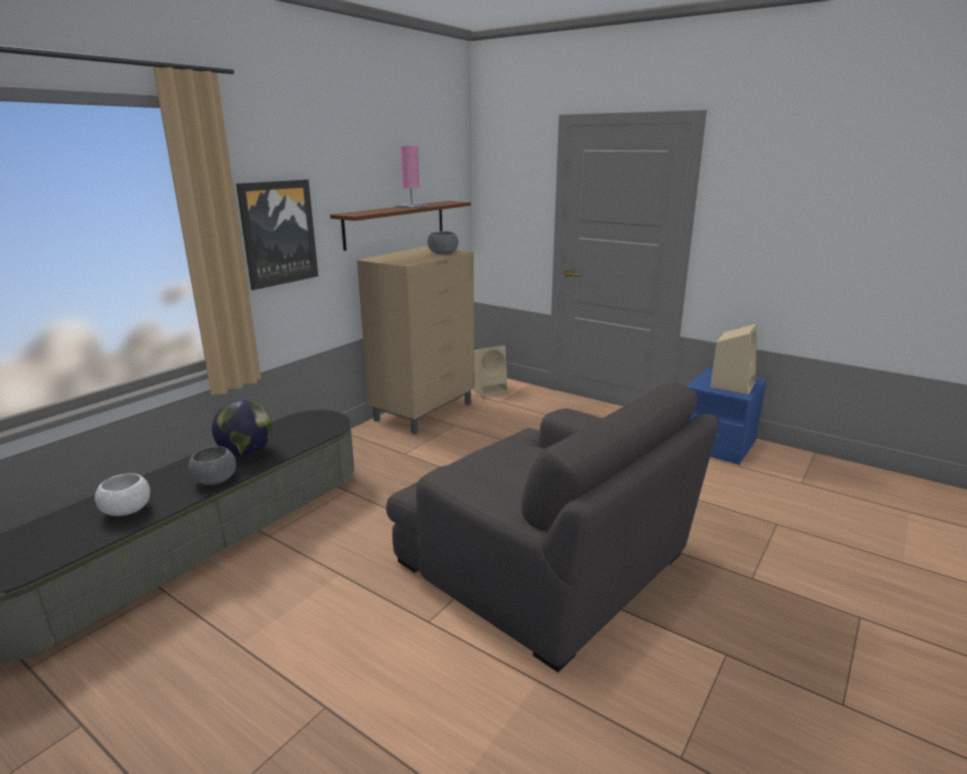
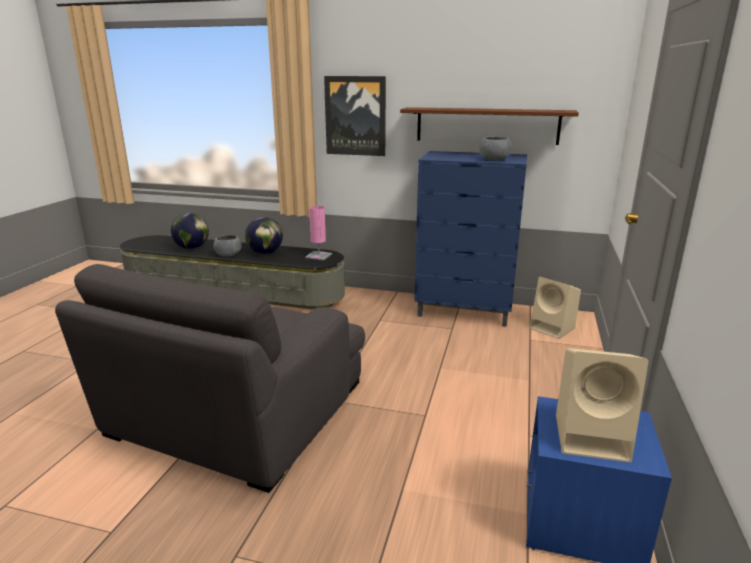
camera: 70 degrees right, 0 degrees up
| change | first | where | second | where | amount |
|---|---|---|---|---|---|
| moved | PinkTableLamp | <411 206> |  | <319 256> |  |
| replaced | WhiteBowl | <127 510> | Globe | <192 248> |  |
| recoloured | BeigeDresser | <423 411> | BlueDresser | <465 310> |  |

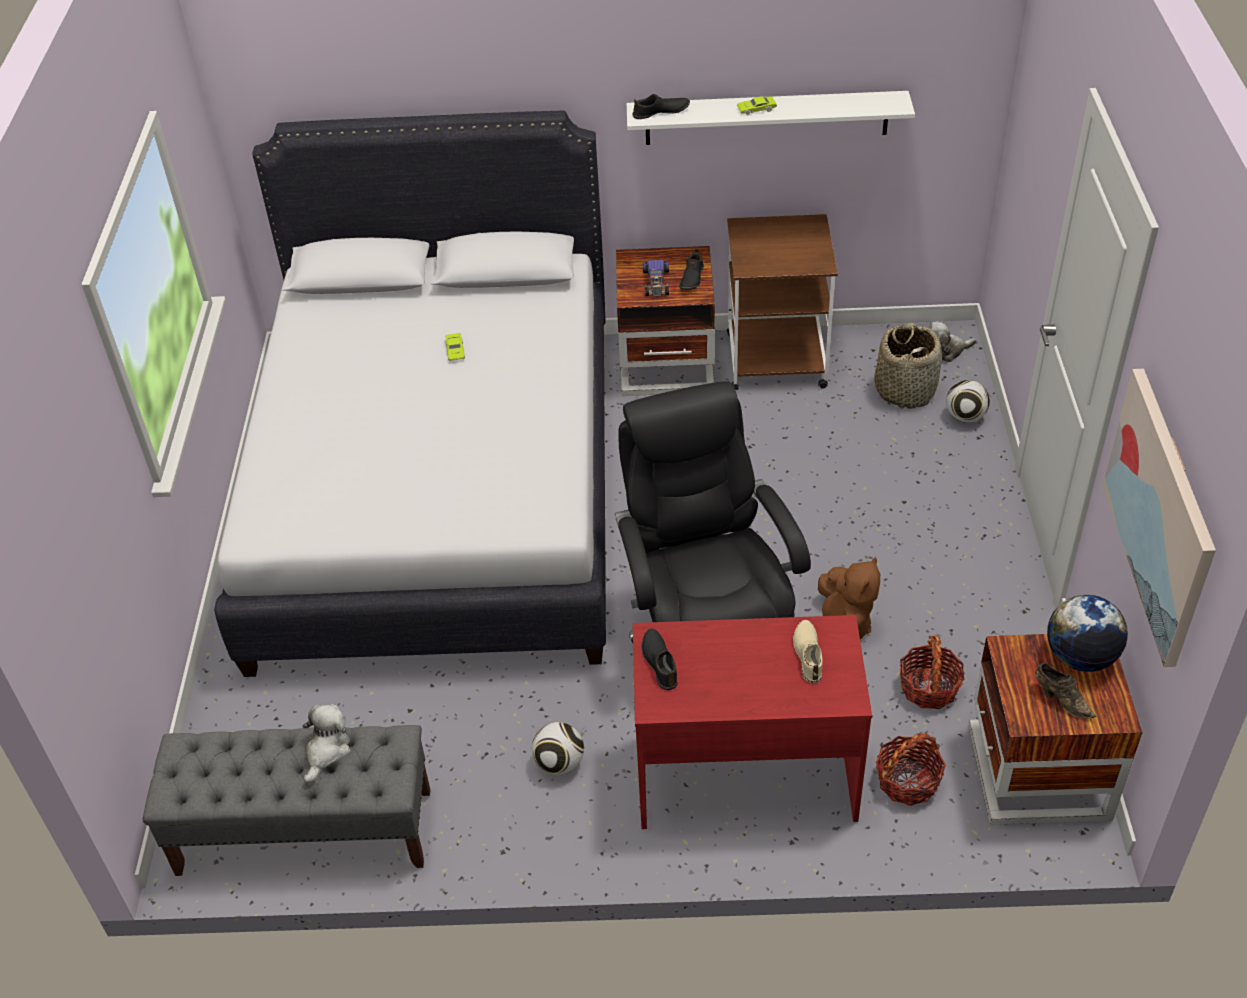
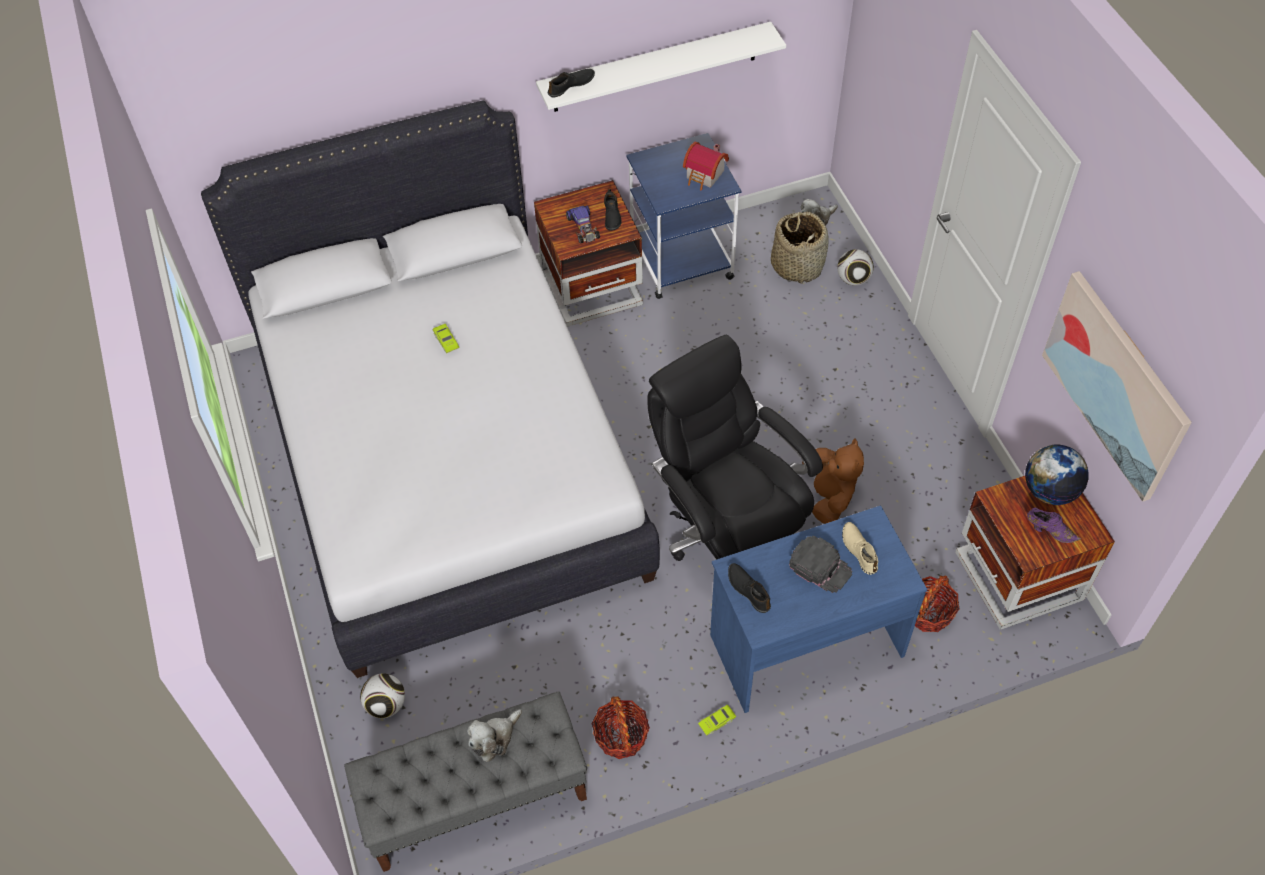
camera: 20 degrees left, 10 degrees up
| change | first | where | second | where | amount |
|---|---|---|---|---|---|
| added |  |  | ToyHouse | <705 176> |  |
| added |  |  | BlackCap | <820 567> |  |
| moved | Football | <559 763> |  | <386 704> |  |
| moved | GreenToyCar | <756 109> |  | <717 721> |  |
| moved | Basket | <929 688> |  | <621 736> |  |
| recoloured | RedDesk | <744 775> | BlueDesk | <805 643> |  |
| recoloured | BrownCart | <778 359> | BlueCart | <683 260> |  |
| recoloured | BrownShoe | <1061 700> | PurpleShoe | <1049 531> |  |
| turned | PlushToy | <326 751> |  | <494 738> | 135 degrees counterclockwise |

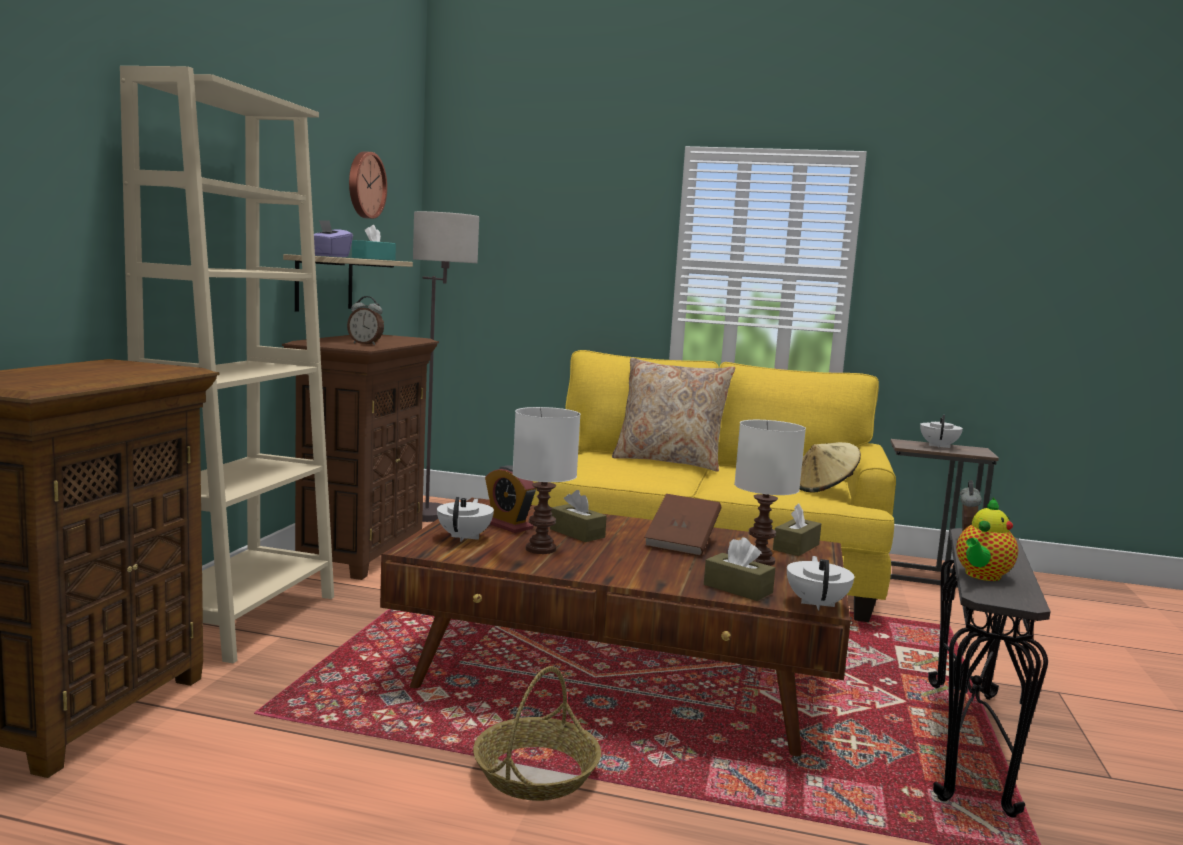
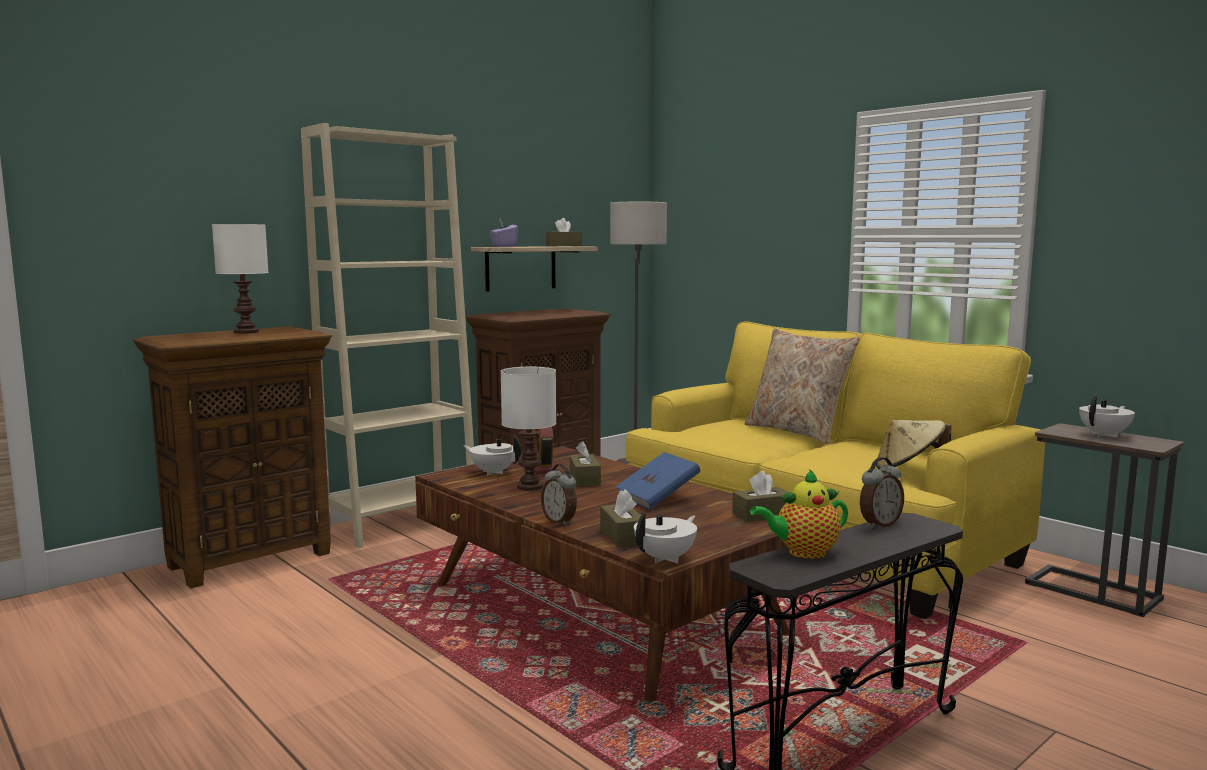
camera: 35 degrees right, 0 degrees up
| change | first | where | second | where | amount |
|---|---|---|---|---|---|
| removed | WallClock | <365 185> |  |  |  |
| removed | Basket | <536 772> |  |  |  |
| moved | AlarmClock | <366 344> |  | <560 521> |  |
| moved | WhiteTableLamp | <759 560> |  | <247 332> |  |
| recoloured | TurquoiseTissueBox | <373 259> | BrownTissueBox | <564 246> |  |
| recoloured | BrownBook | <682 543> | BlueBook | <657 498> |  |
| turned | WhiteTeapot | <465 537> |  | <493 472> | 105 degrees counterclockwise |

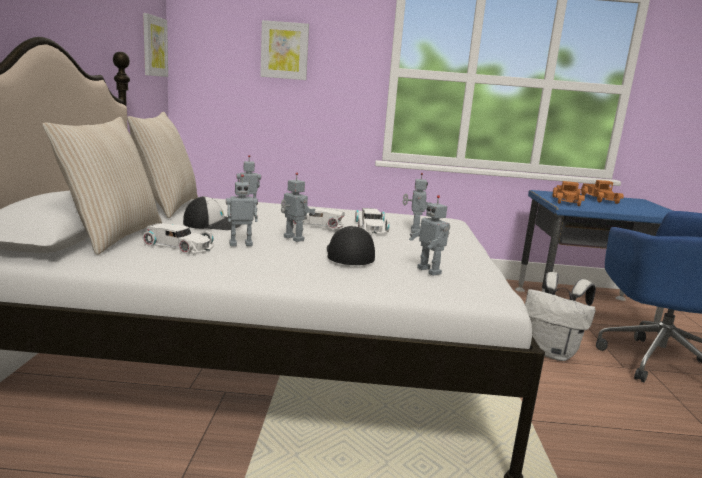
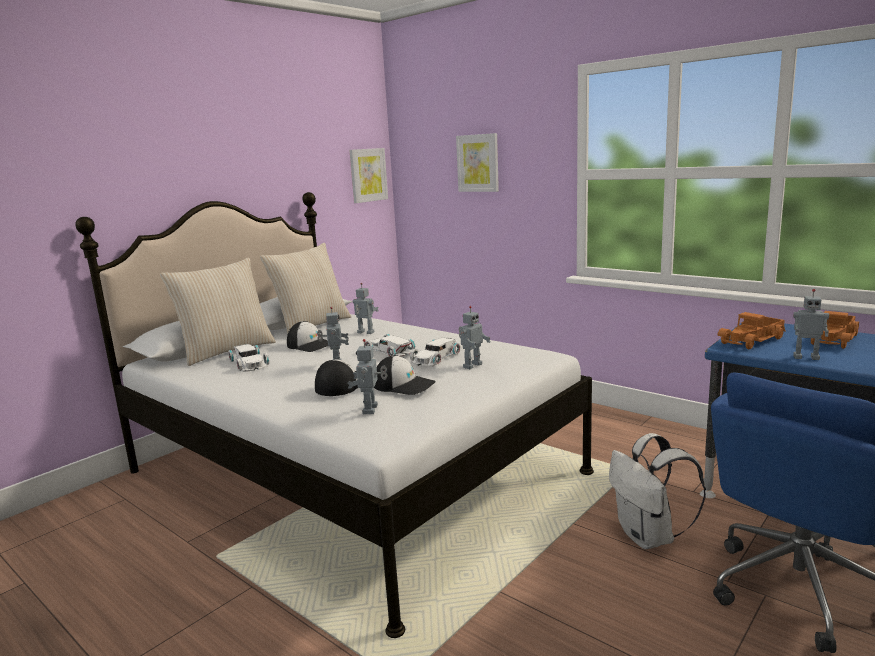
camera: 40 degrees right, 0 degrees up
| change | first | where | second | where | amount |
|---|---|---|---|---|---|
| added |  |  | Cap | <404 385> |  |
| moved | ToyRobot | <241 244> |  | <806 357> |  |

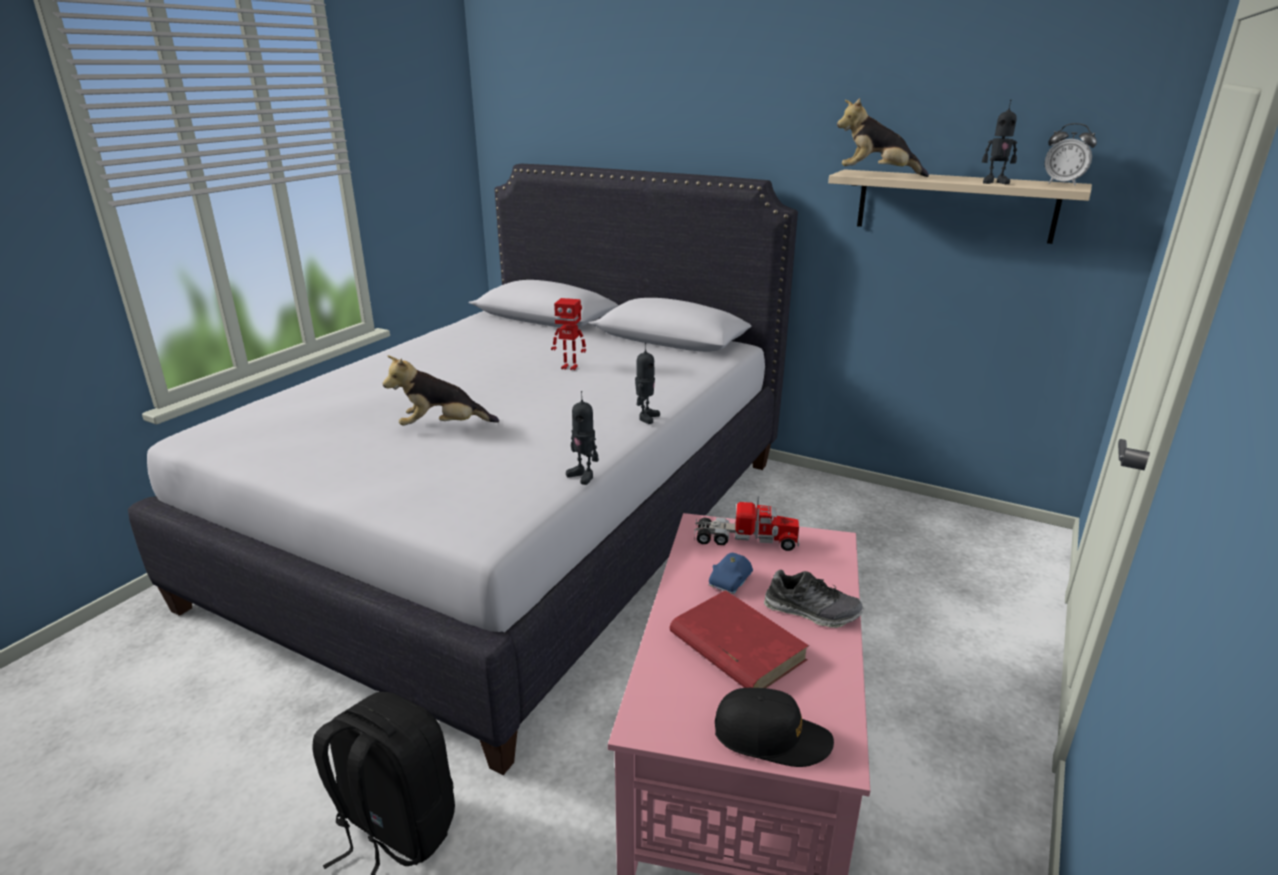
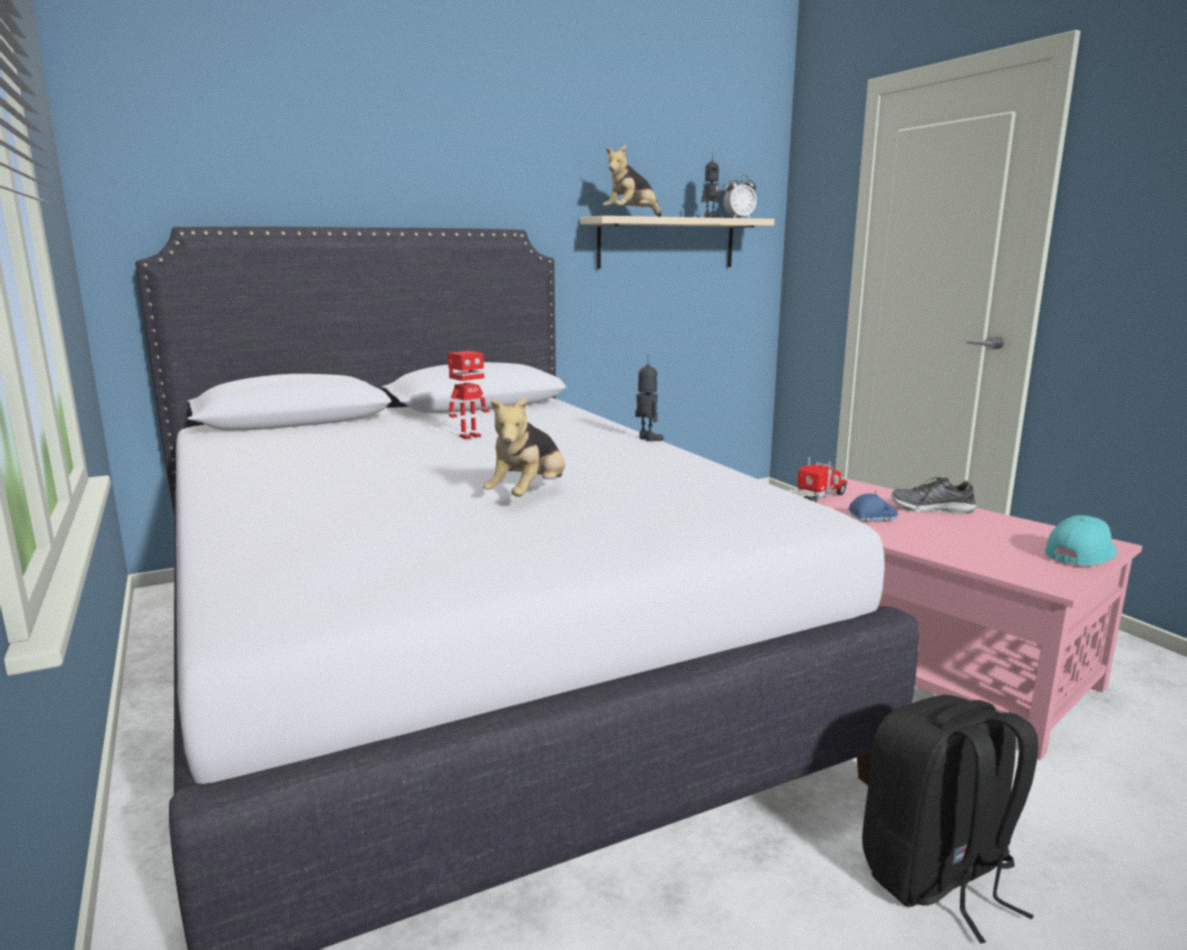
camera: 55 degrees left, 10 degrees down
| change | first | where | second | where | amount |
|---|---|---|---|---|---|
| removed | ToyRobot | <583 476> |  |  |  |
| removed | RedBook | <736 646> |  |  |  |
| recoloured | BlackCap | <771 737> | TurquoiseCap | <1080 553> |  |
| turned | BlueToyCar | <731 582> |  | <871 518> | 75 degrees counterclockwise |
| turned | Shoe | <811 611> |  | <932 509> | 135 degrees counterclockwise |

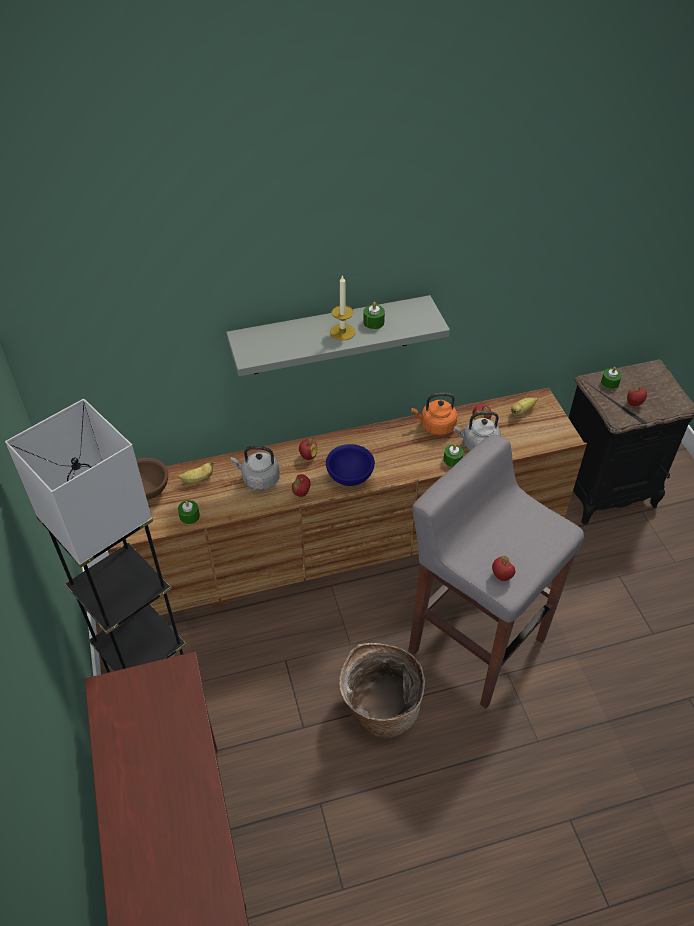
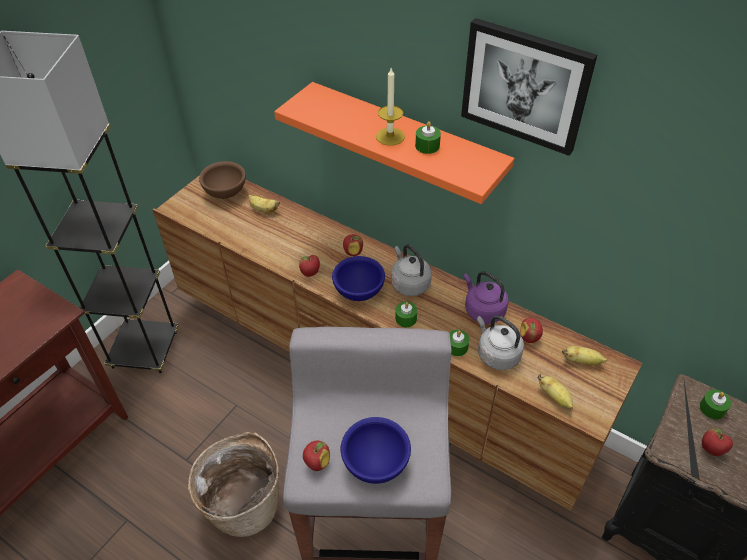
camera: 50 degrees right, 0 degrees up
| change | first | where | second | where | amount |
|---|---|---|---|---|---|
| added |  |  | BlueBowl | <376 464> |  |
| added |  |  | Picture | <525 85> |  |
| added |  |  | Banana | <555 397> |  |
| moved | GreenCandle | <189 516> |  | <406 318> |  |
| moved | GreyKettle | <258 479> |  | <409 283> |  |
| recoloured | GreyShelf | <330 336> | OrangeShelf | <406 144> |  |
| recoloured | OrangeKettle | <435 426> | PurpleKettle | <483 310> |  |

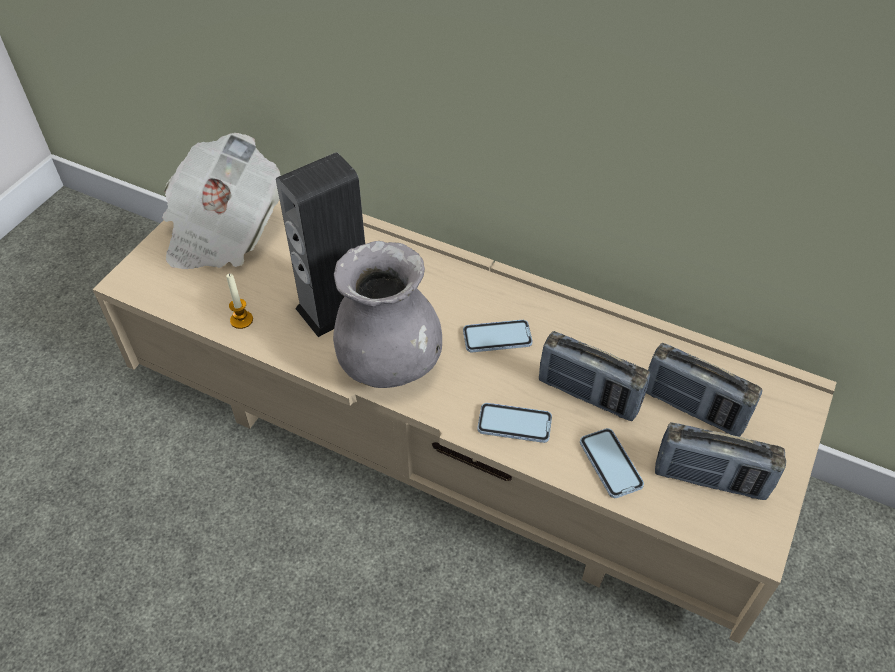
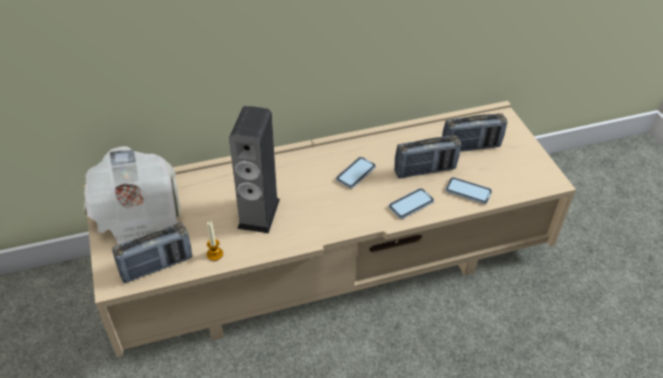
camera: 45 degrees left, 5 degrees down
| change | first | where | second | where | amount |
|---|---|---|---|---|---|
| removed | GreyVase | <389 362> |  |  |  |
| moved | Radio | <710 479> |  | <157 266> |  |

